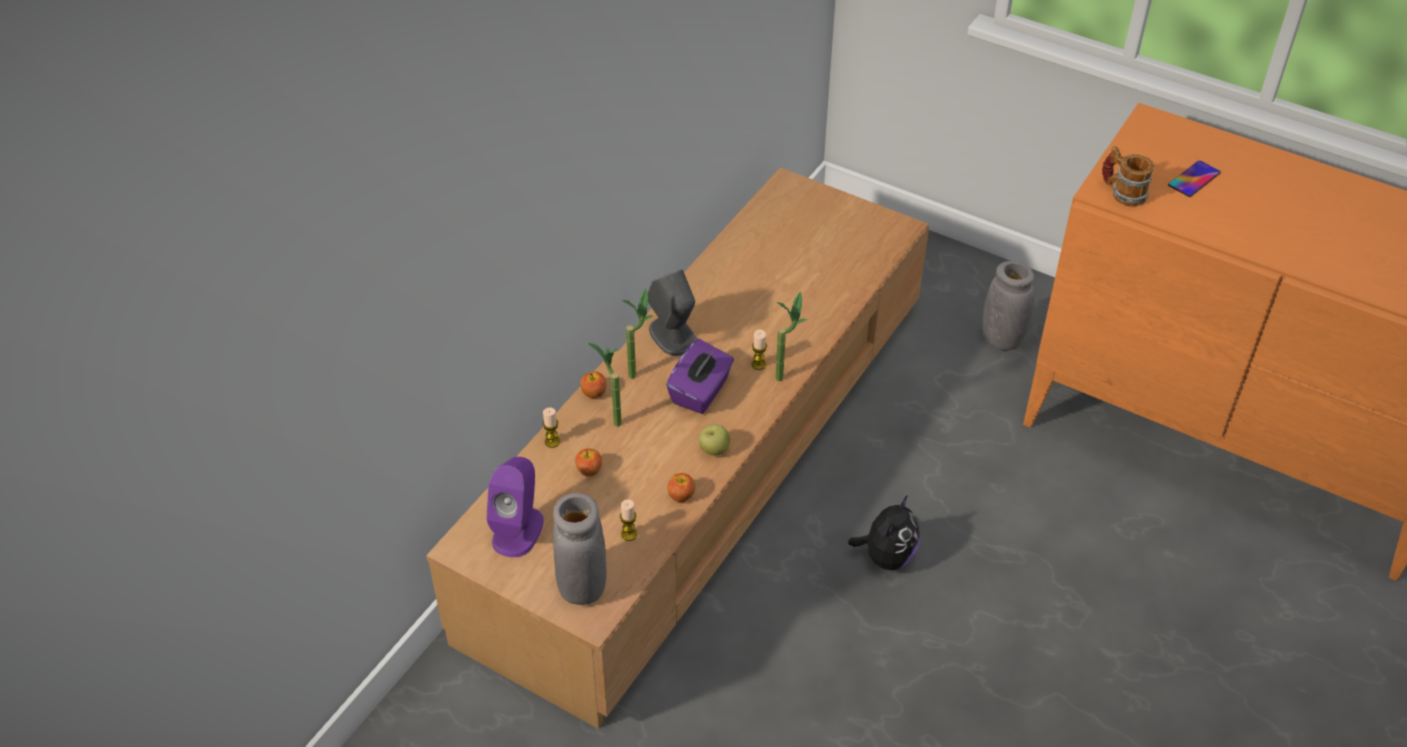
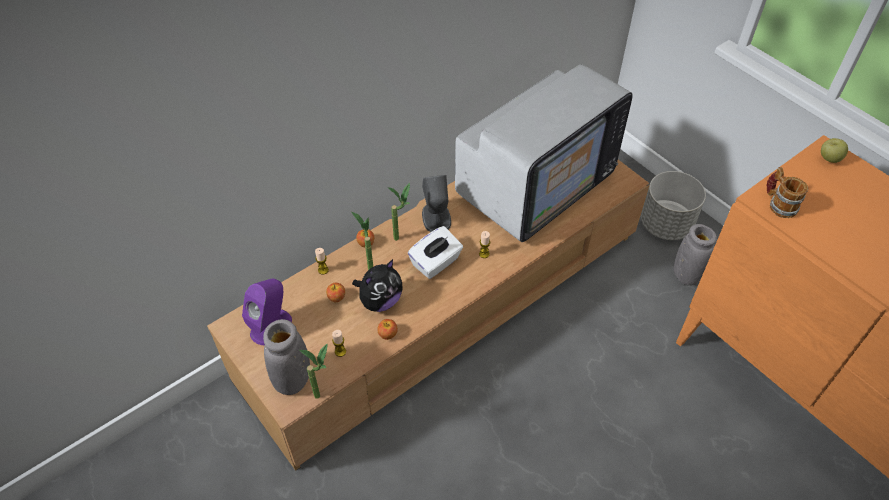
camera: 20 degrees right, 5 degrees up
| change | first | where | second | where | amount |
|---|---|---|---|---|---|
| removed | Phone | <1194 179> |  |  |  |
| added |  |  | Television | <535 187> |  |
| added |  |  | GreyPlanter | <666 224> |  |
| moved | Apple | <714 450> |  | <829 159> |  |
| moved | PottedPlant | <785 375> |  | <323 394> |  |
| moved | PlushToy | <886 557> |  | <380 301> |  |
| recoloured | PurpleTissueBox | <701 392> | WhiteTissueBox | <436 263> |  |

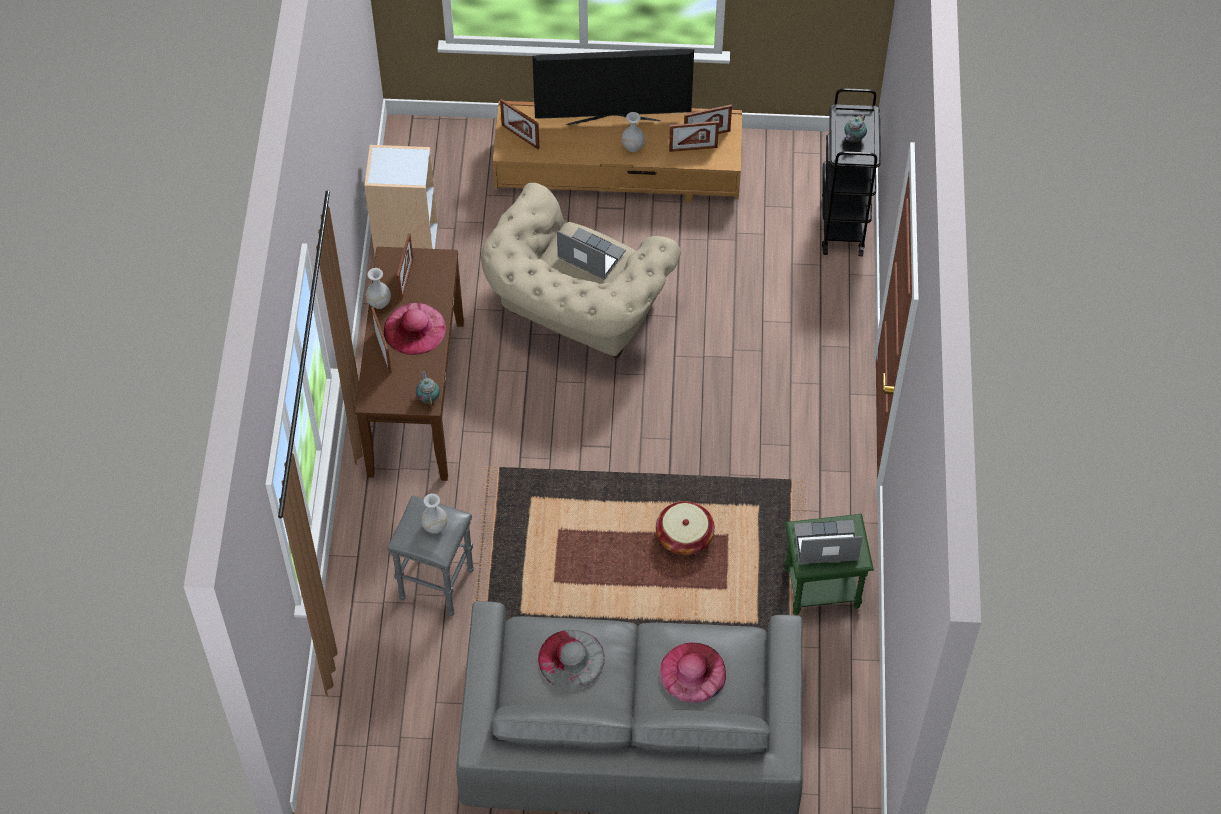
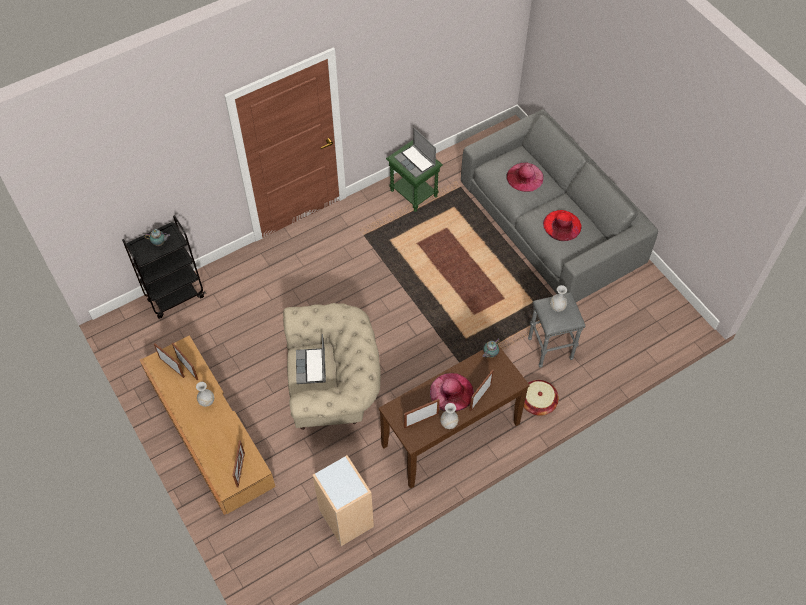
camera: 125 degrees left, 0 degrees up
| change | first | where | second | where | amount |
|---|---|---|---|---|---|
| removed | Television | <613 121> |  |  |  |
| moved | Basket | <684 536> |  | <537 402> |  |
| recoloured | GreyHat | <571 659> | RedHat | <562 225> |  |

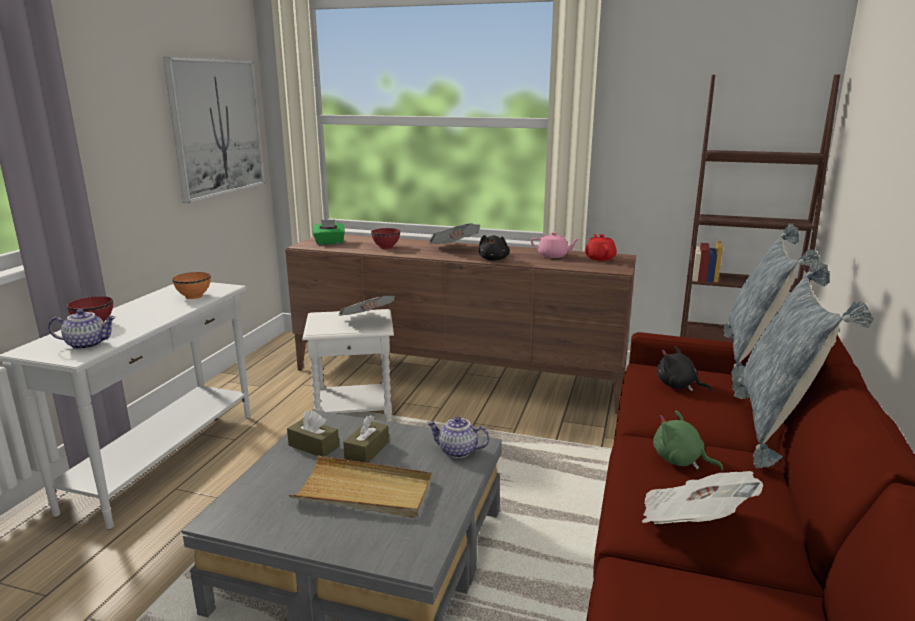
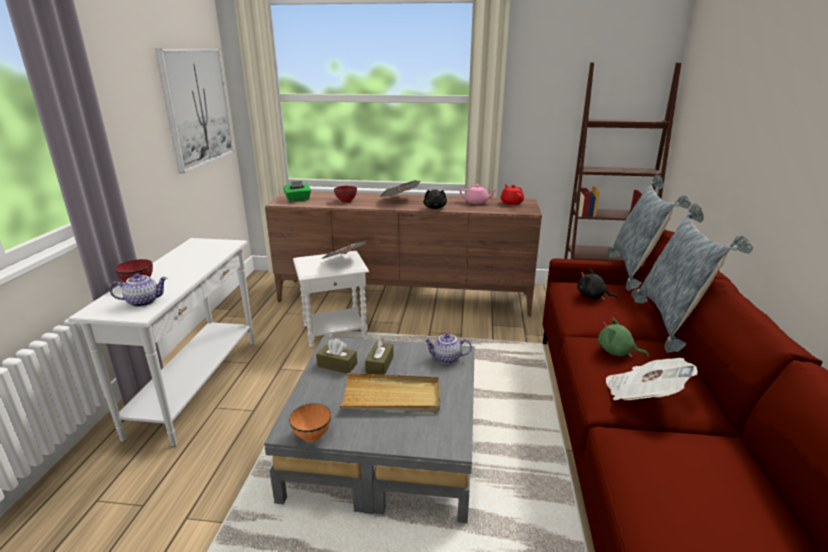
camera: 10 degrees left, 5 degrees up
| change | first | where | second | where | amount |
|---|---|---|---|---|---|
| moved | OrangeBowl | <194 296> |  | <312 435> |  |

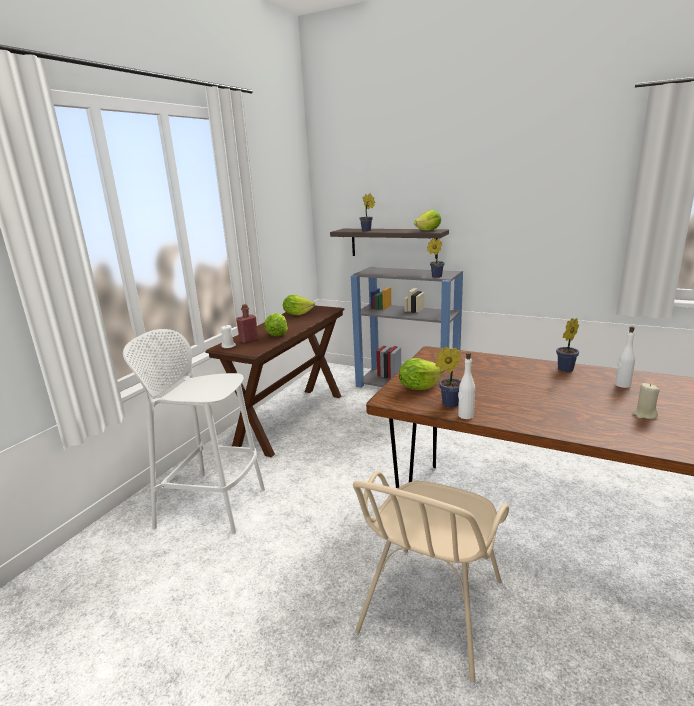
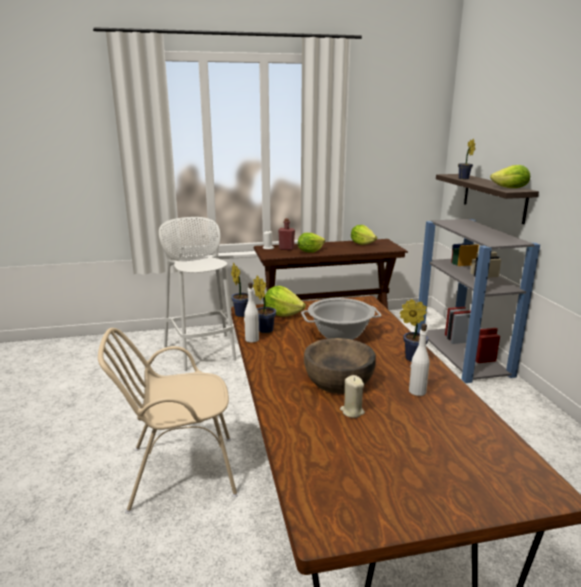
camera: 50 degrees right, 0 degrees up
| change | first | where | second | where | amount |
|---|---|---|---|---|---|
| added |  |  | CookingPot | <340 334> |  |
| added |  |  | BrownBowl | <338 380> |  |
| moved | PottedPlant | <435 276> |  | <241 314> |  |

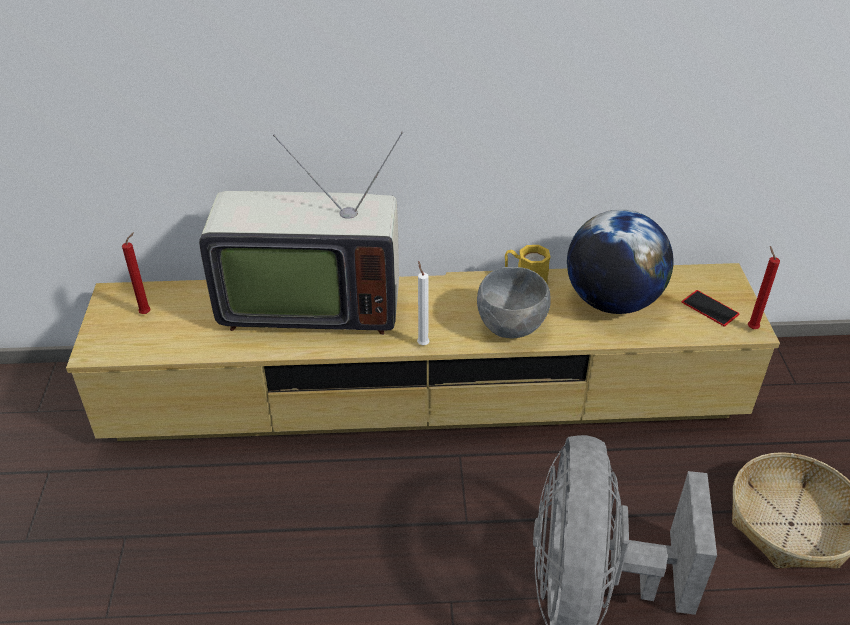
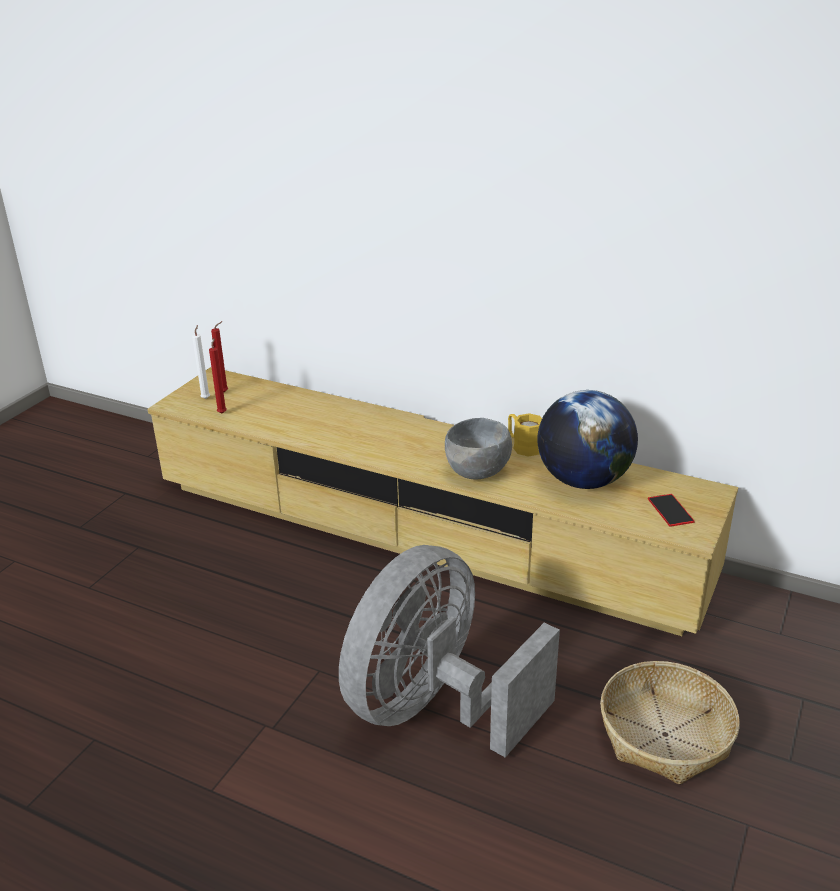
camera: 30 degrees right, 10 degrees down
| change | first | where | second | where | amount |
|---|---|---|---|---|---|
| removed | Television | <309 304> |  |  |  |
| moved | WhiteCandle | <422 343> |  | <206 398> |  |
| moved | RedCandle | <751 327> |  | <222 412> |  |

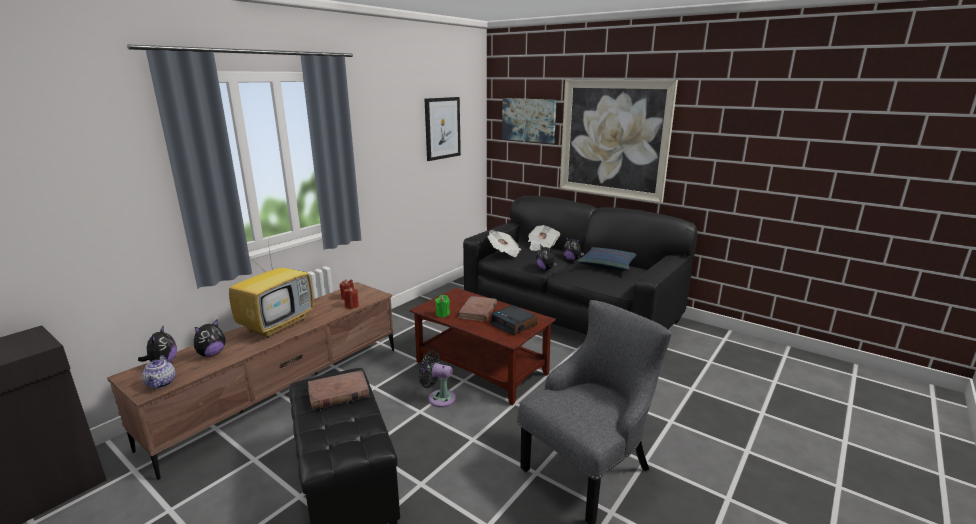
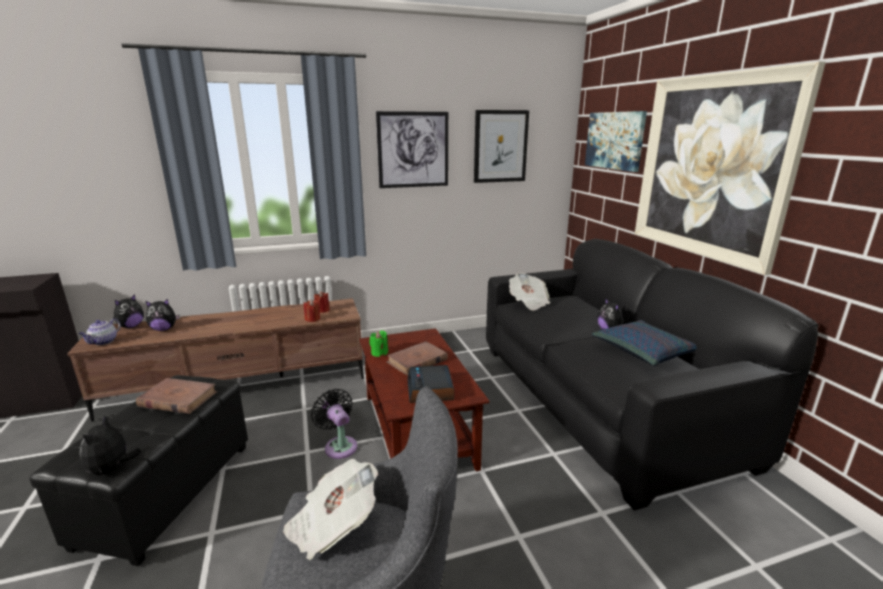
camera: 35 degrees right, 0 degrees up
| change | first | where | second | where | amount |
|---|---|---|---|---|---|
| removed | Television | <278 324> |  |  |  |
| added |  |  | Picture | <413 150> |  |
| moved | Newspaper | <542 246> |  | <332 525> |  |
| moved | PlushToy | <545 269> |  | <112 469> |  |

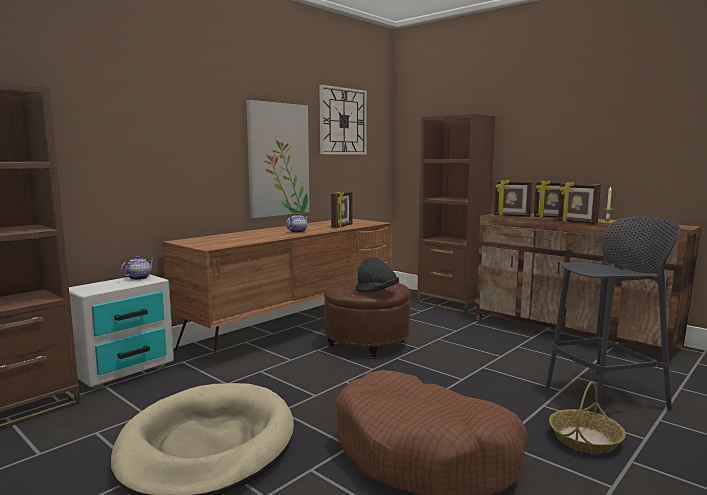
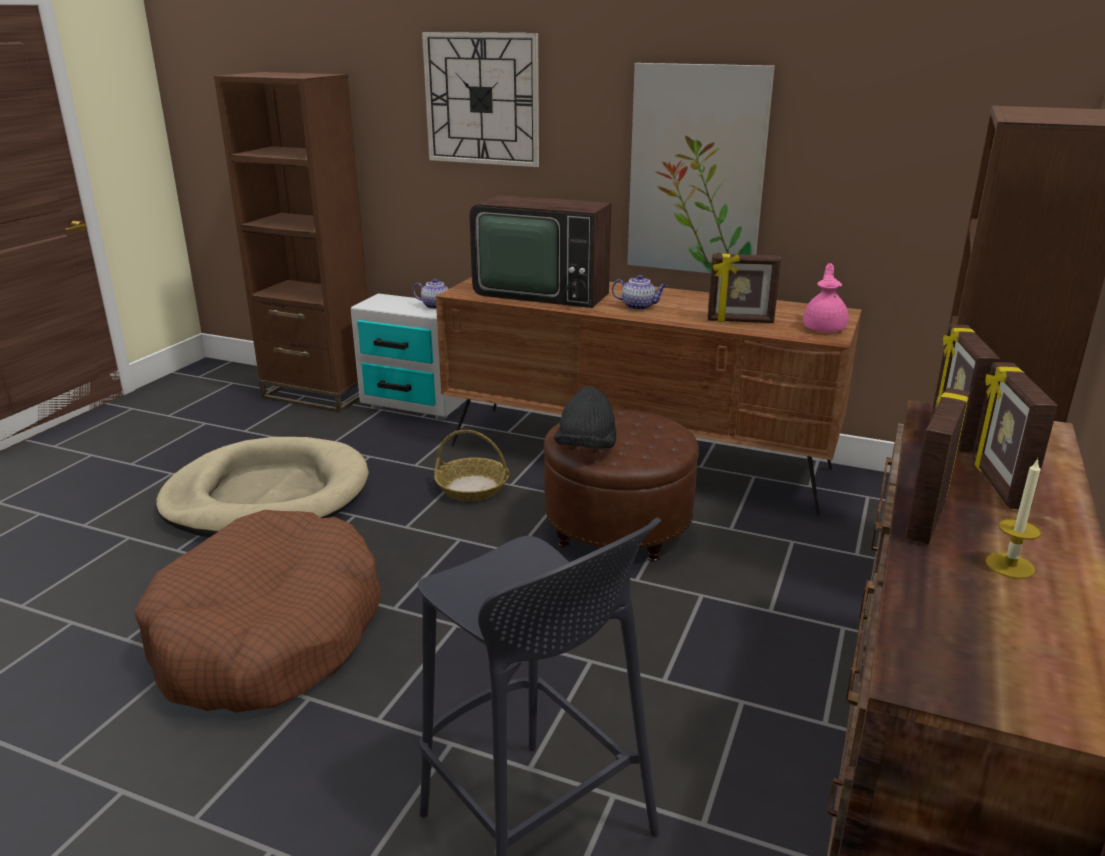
camera: 70 degrees right, 15 degrees up
| change | first | where | second | where | amount |
|---|---|---|---|---|---|
| added |  |  | Television | <542 291> |  |
| added |  |  | PinkTeapot | <824 328> |  |
| moved | WallClock | <343 121> |  | <482 99> |  |
| moved | Basket | <585 439> |  | <471 488> |  |

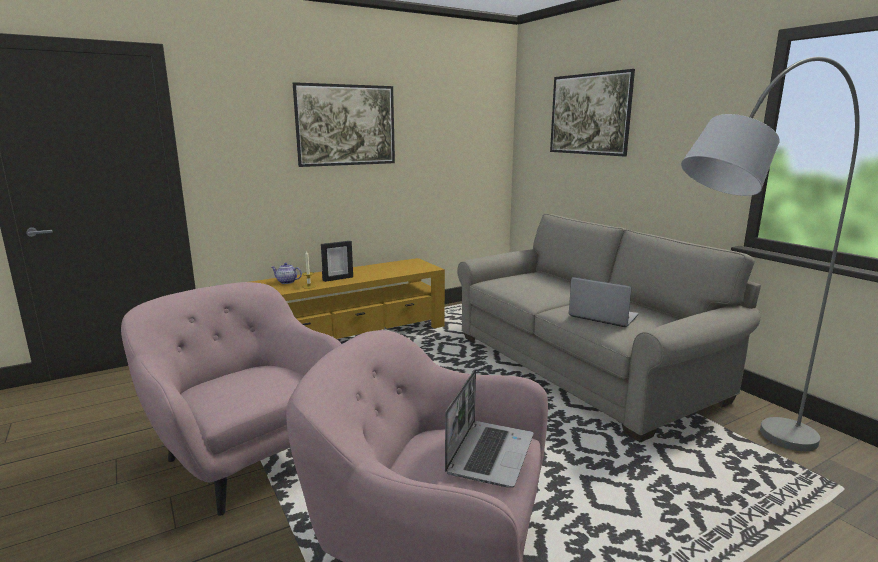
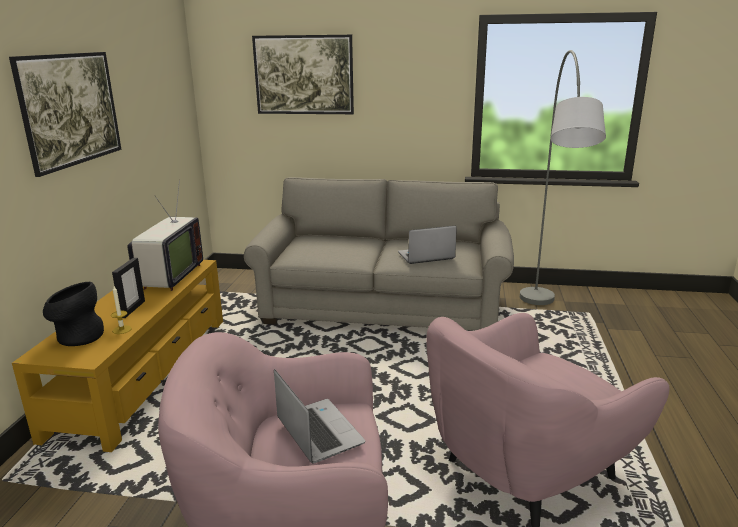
camera: 50 degrees left, 5 degrees up
| change | first | where | second | where | amount |
|---|---|---|---|---|---|
| added |  |  | Television | <169 277> |  |
| moved | Laptop | <489 453> |  | <317 431> |  |
| replaced | Teapot | <286 282> | BlackVase | <77 337> |  |

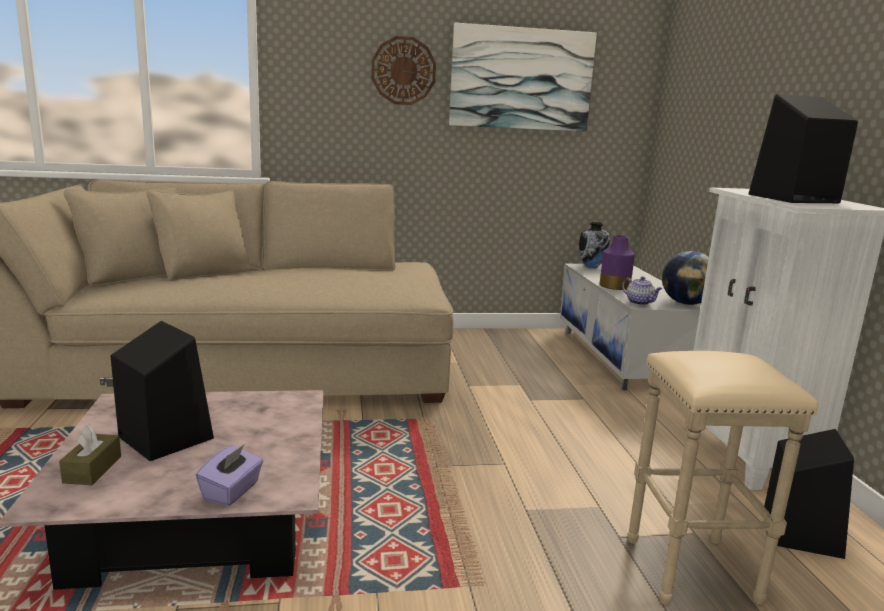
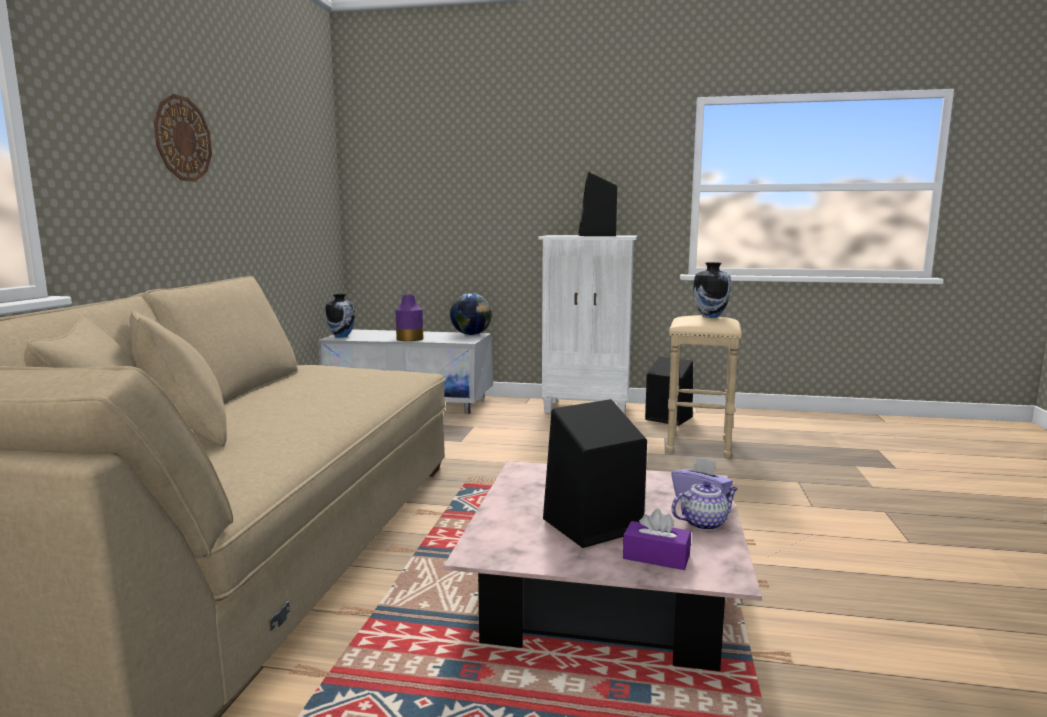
camera: 70 degrees left, 5 degrees down
| change | first | where | second | where | amount |
|---|---|---|---|---|---|
| removed | Picture | <521 79> |  |  |  |
| added |  |  | Vase | <710 316> |  |
| moved | Teapot | <640 302> |  | <704 523> |  |
| recoloured | BrownTissueBox | <92 469> | PurpleTissueBox | <656 557> |  |

